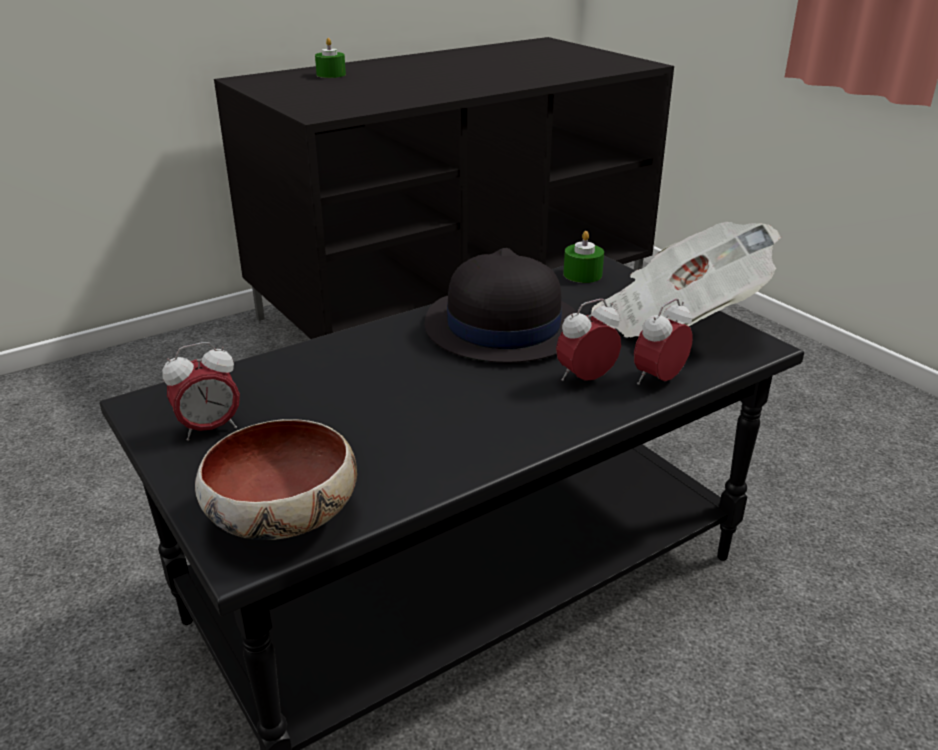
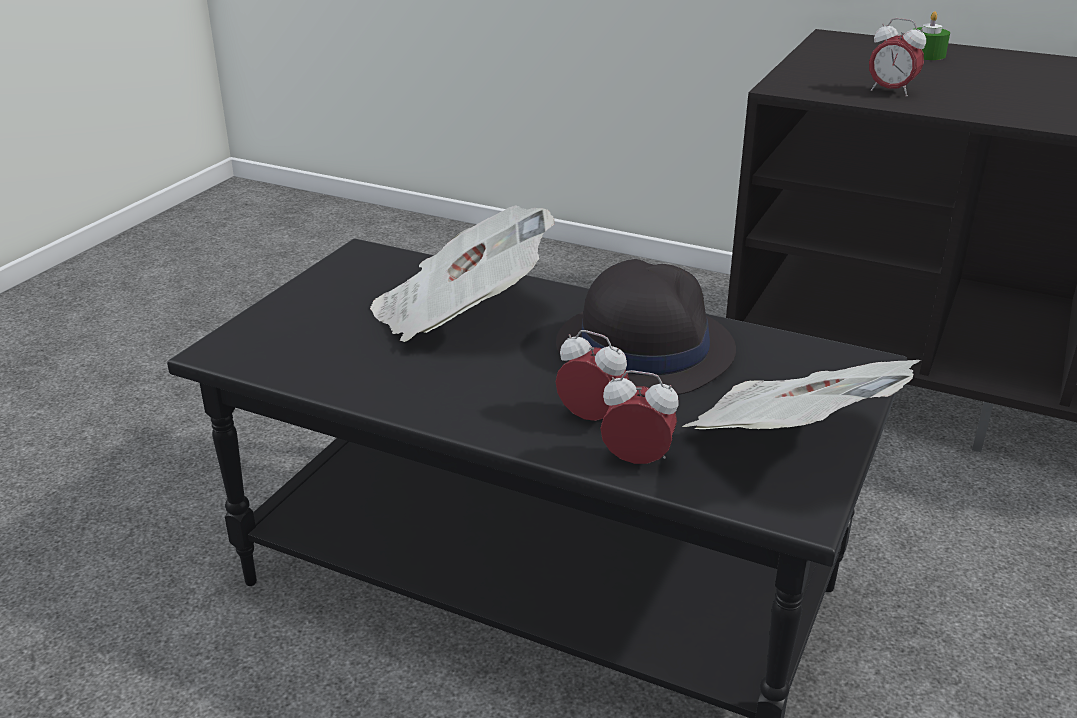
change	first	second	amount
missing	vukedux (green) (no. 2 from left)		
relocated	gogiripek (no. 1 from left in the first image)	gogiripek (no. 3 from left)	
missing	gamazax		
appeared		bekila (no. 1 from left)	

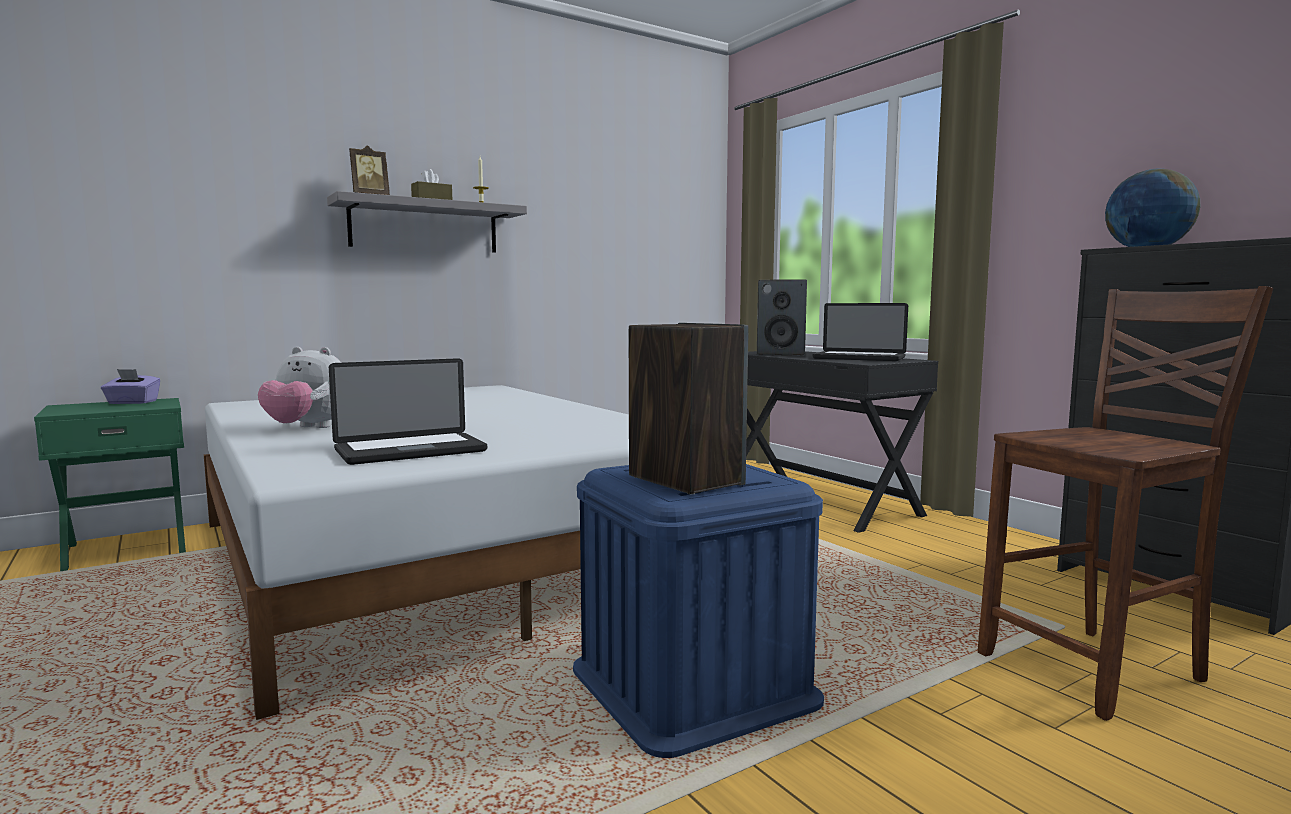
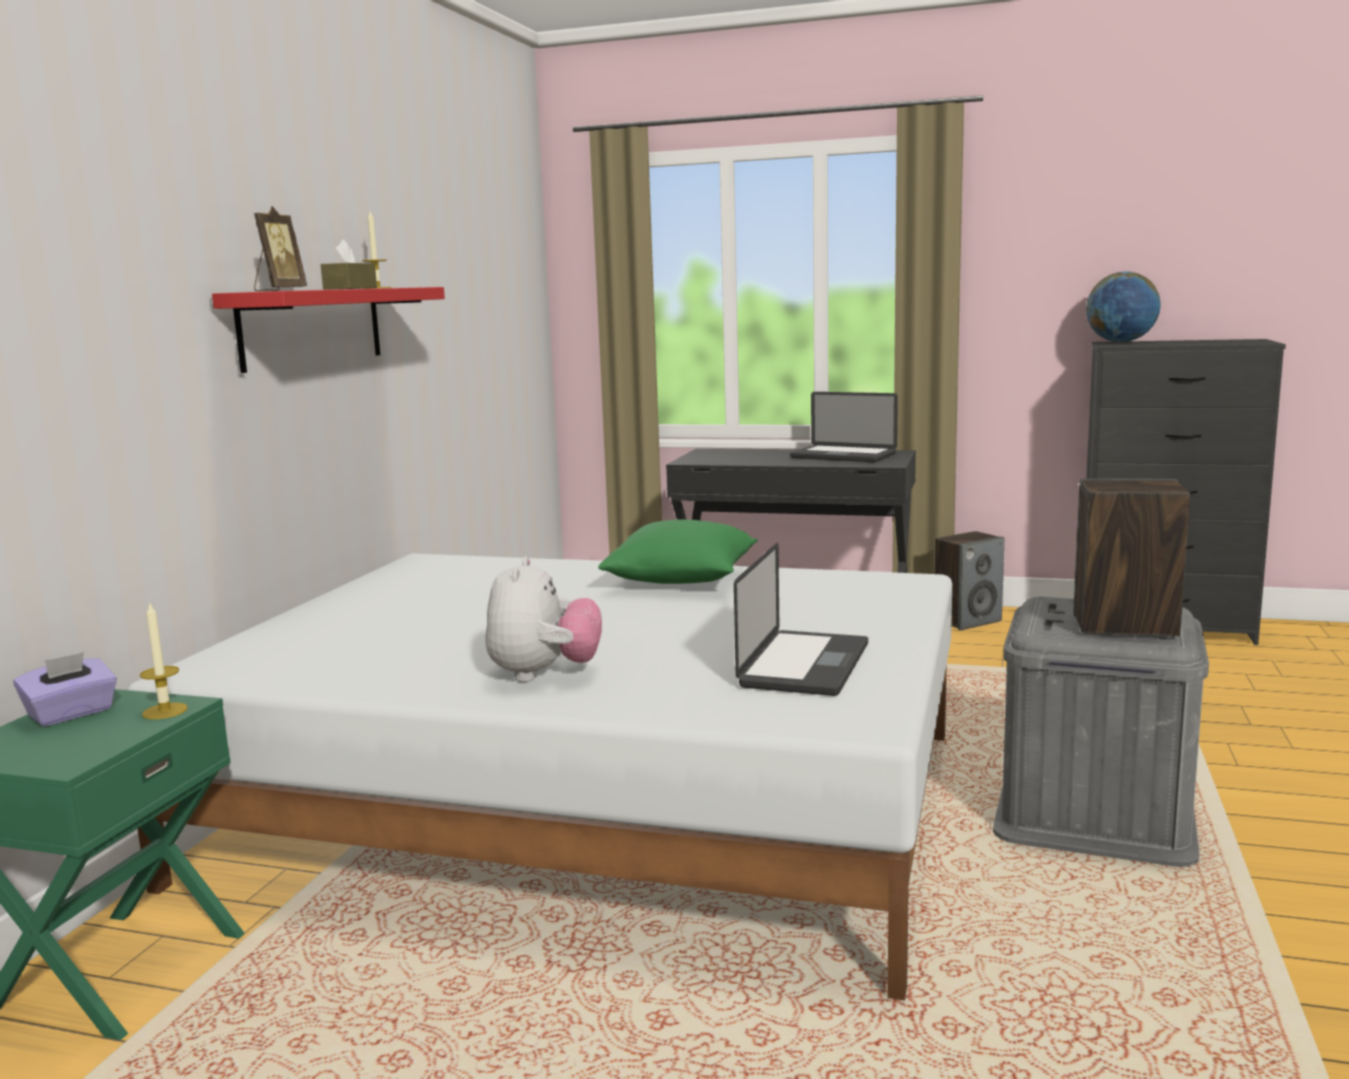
change	first	second	amount
colour	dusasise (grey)	dusasise (red)	
relocated	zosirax (no. 2 from left in the first image)	zosirax (no. 1 from left)	
missing	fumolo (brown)		
spun	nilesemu (no. 2 from left)		45 degrees clockwise
spun	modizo		60 degrees counterclockwise
colour	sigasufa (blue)	sigasufa (grey)	
appeared		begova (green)	
appeared		vukedux (no. 1 from left)	

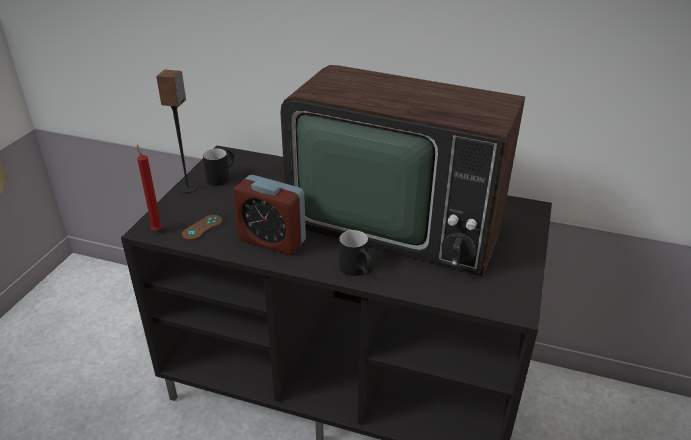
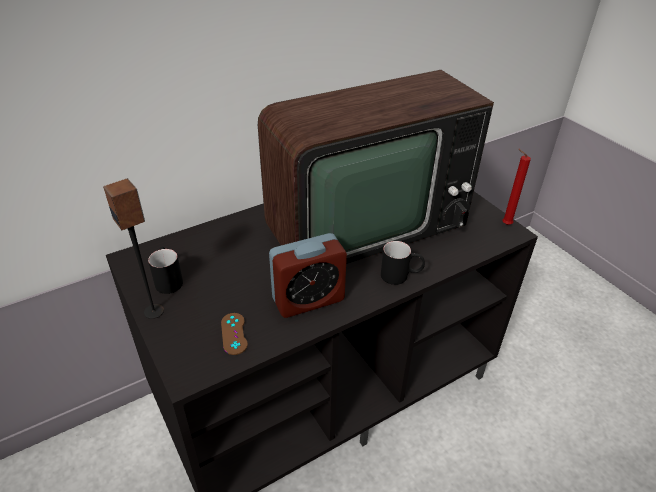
change	first	second	amount
relocated	vukedux (red)		

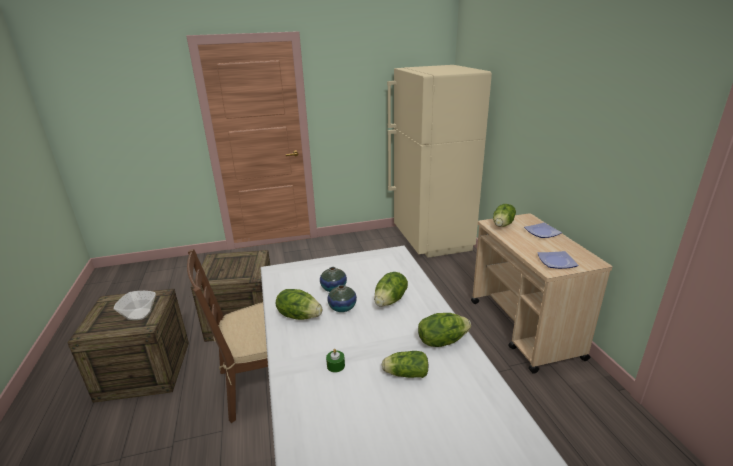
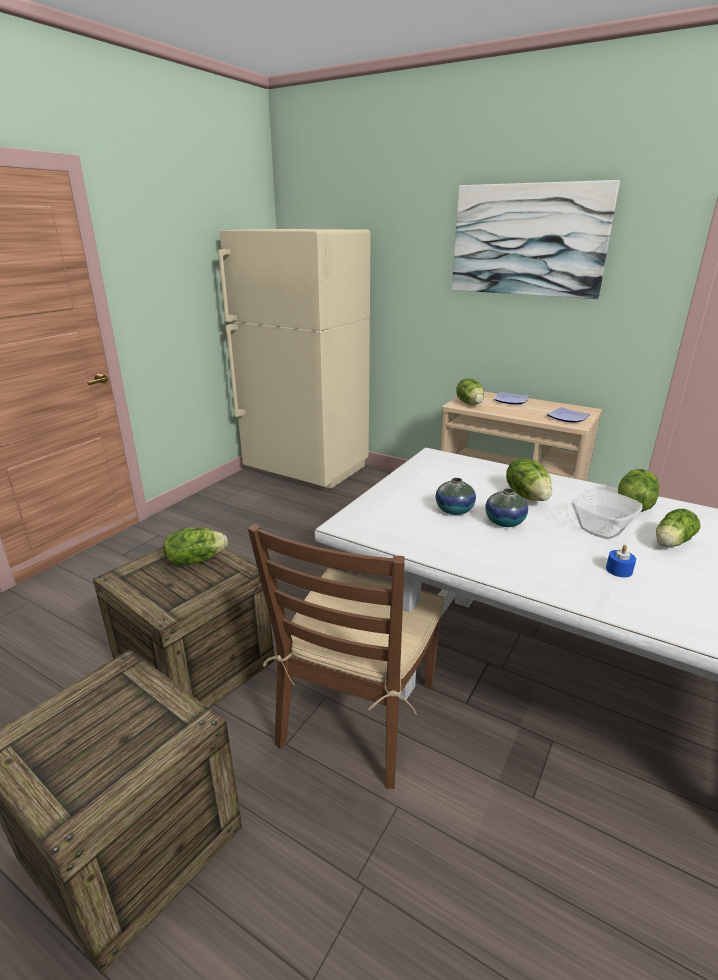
change	first	second	amount
relocated	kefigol (no. 1 from left)		
relocated	gamazax		
colour	vukedux (green)	vukedux (blue)	
appeared		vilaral	

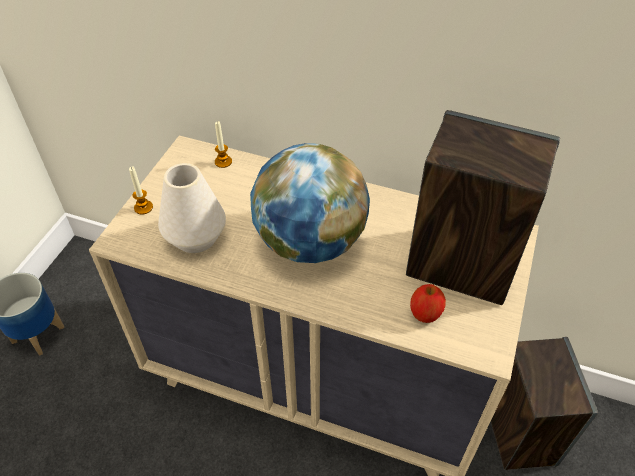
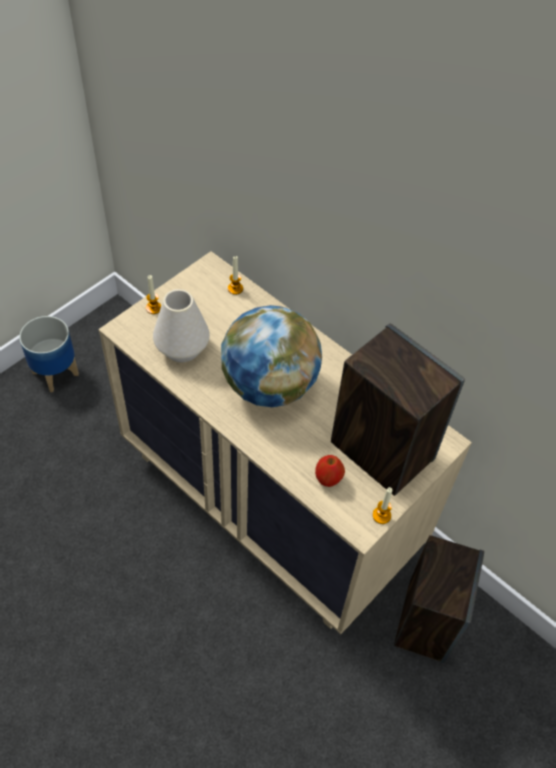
change	first	second	amount
appeared		vukedux (no. 3 from left)	

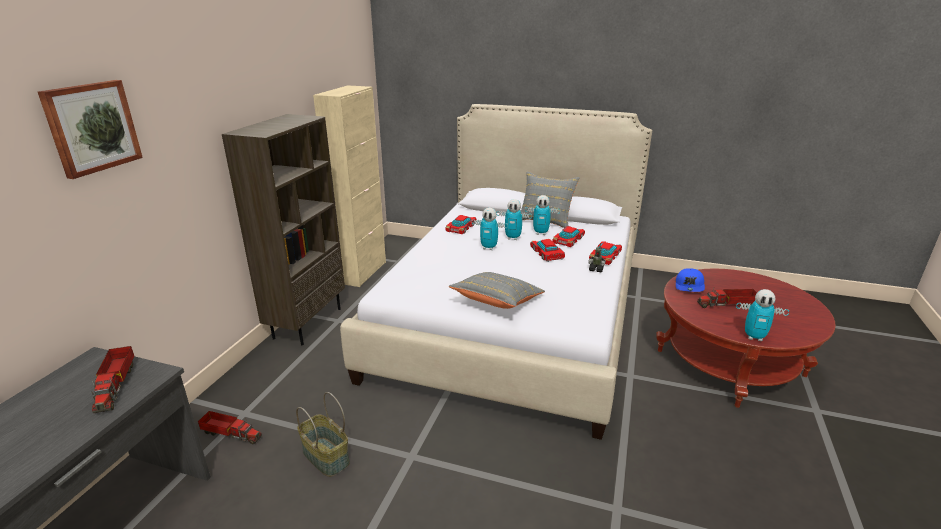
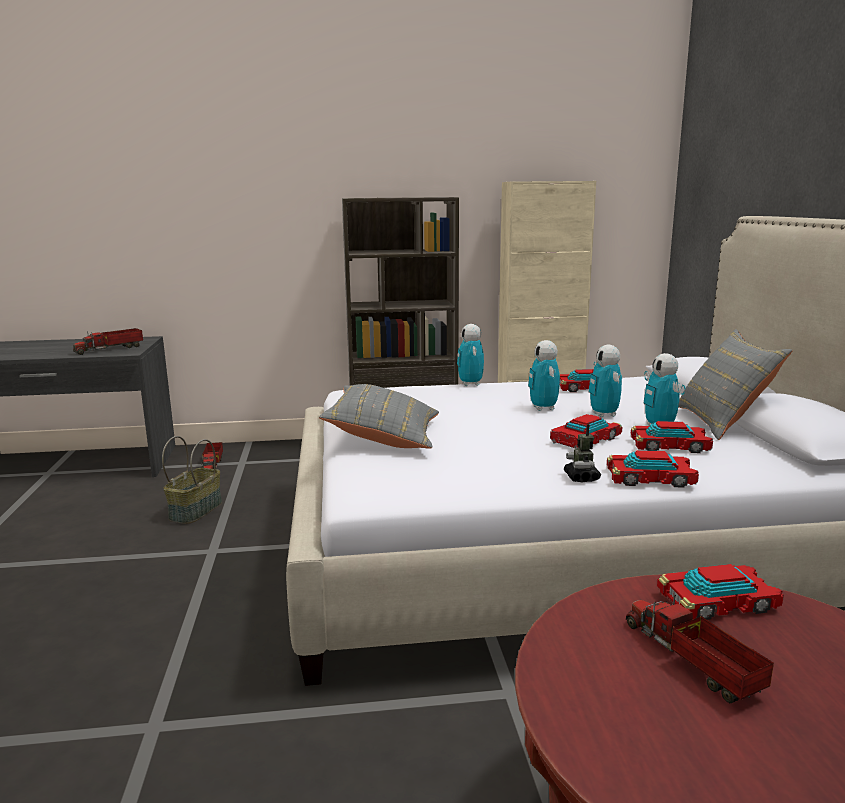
change	first	second	amount
missing	vilaral		
exchanged	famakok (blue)	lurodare (no. 5 from left)	
relocated	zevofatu (no. 5 from left in the first image)	zevofatu (no. 1 from left)	

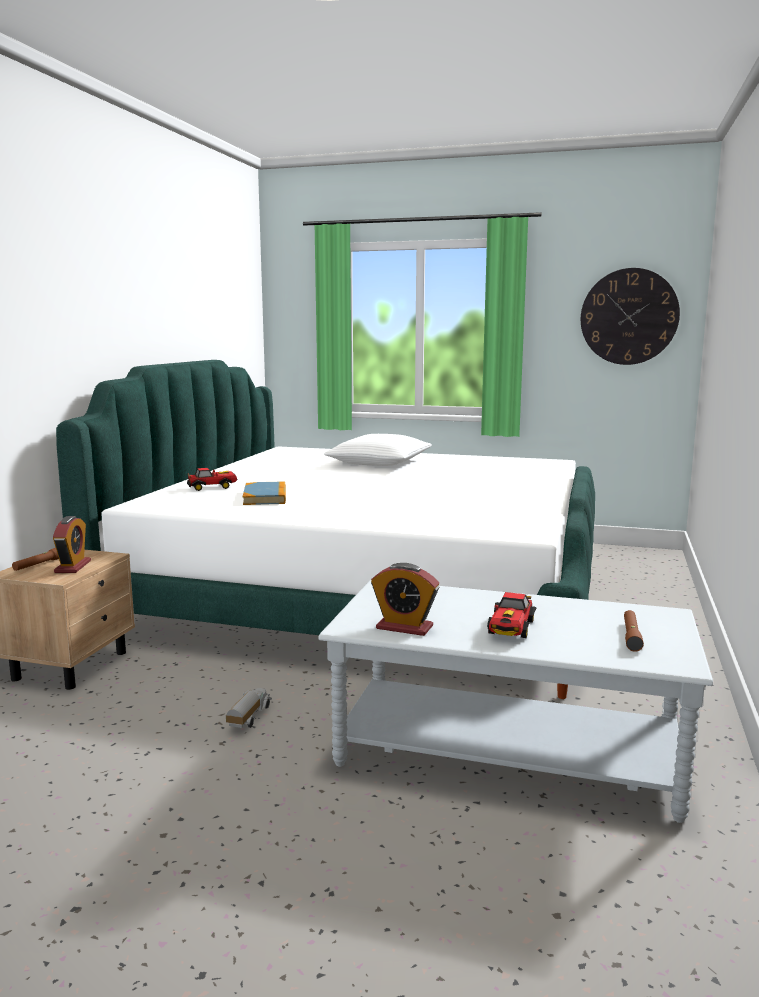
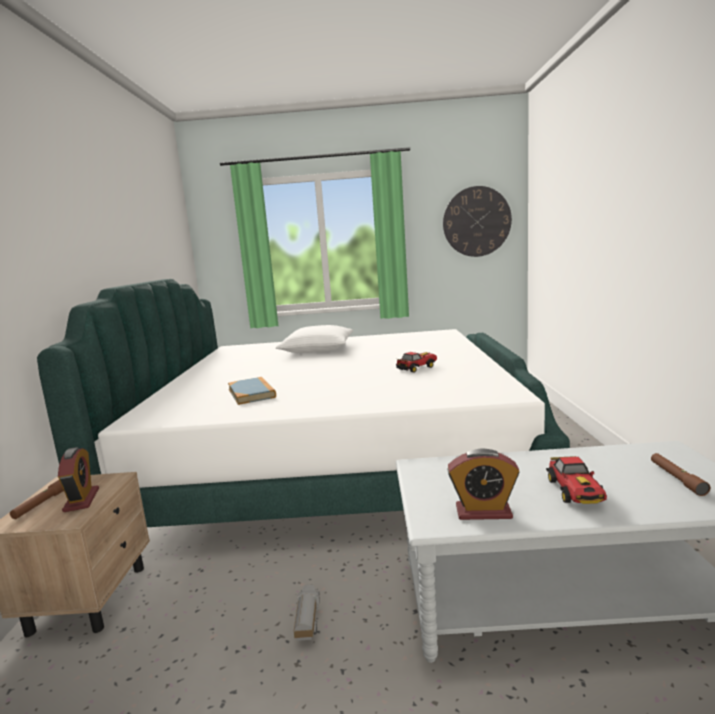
change	first	second	amount
relocated	lurodare (no. 1 from left)		

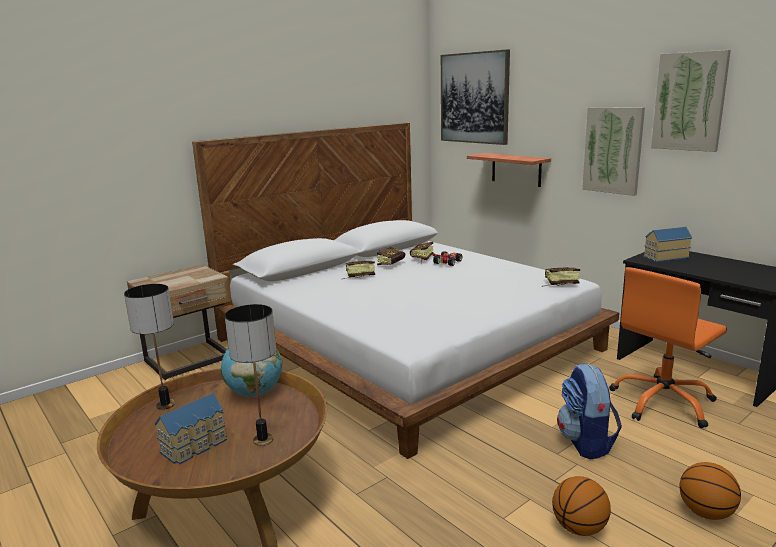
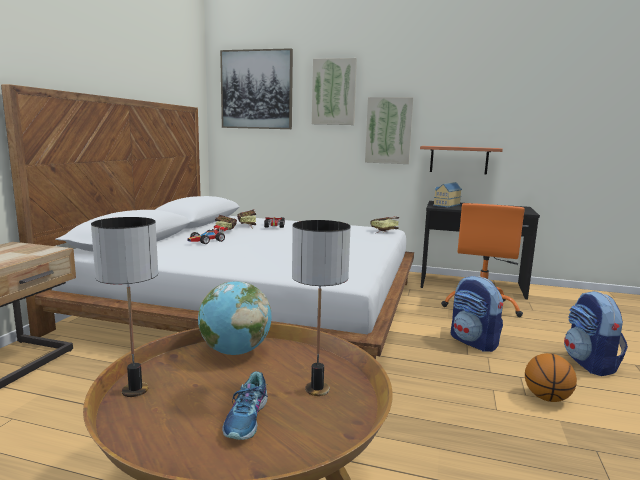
change	first	second	amount
relocated	vilaral (no. 3 from left in the first image)	vilaral (no. 2 from left)	
relocated	dusasise		
exchanged	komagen (no. 1 from left)	lurodare (no. 1 from left)	
exchanged	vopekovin (no. 1 from left)	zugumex	
exchanged	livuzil (no. 2 from left)	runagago (no. 2 from left)	

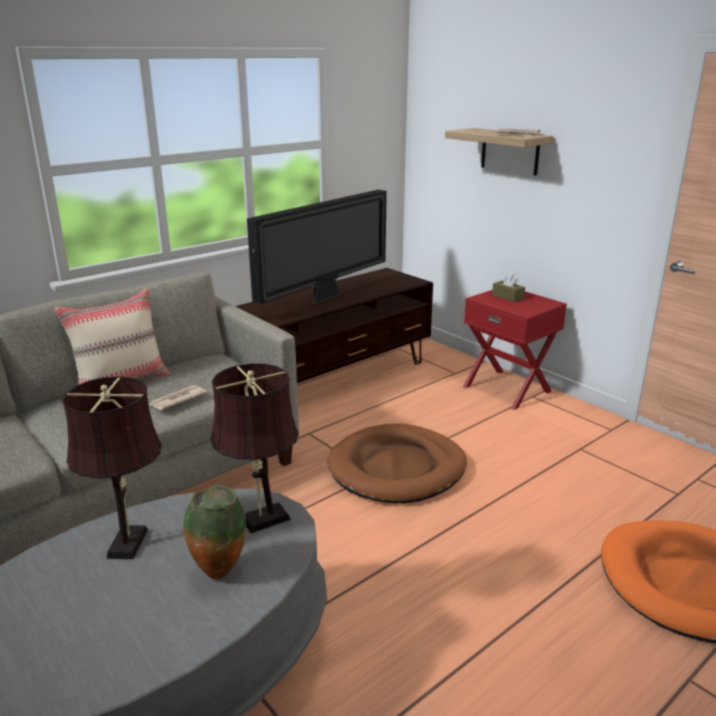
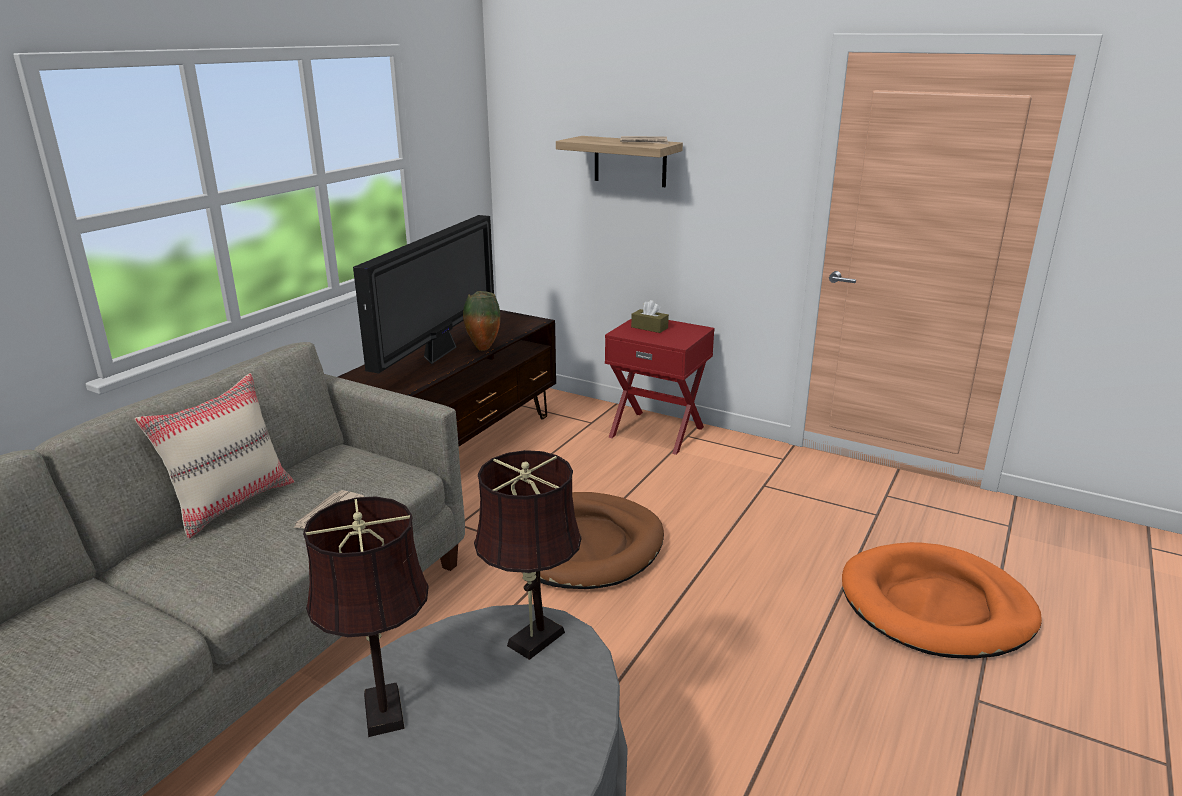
change	first	second	amount
relocated	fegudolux		

